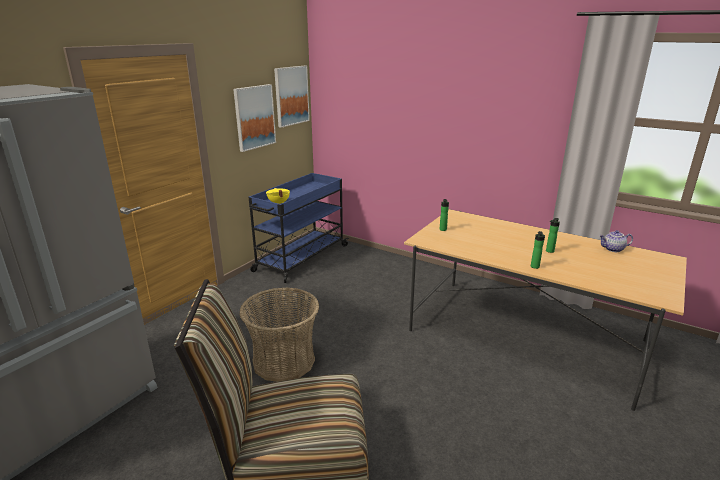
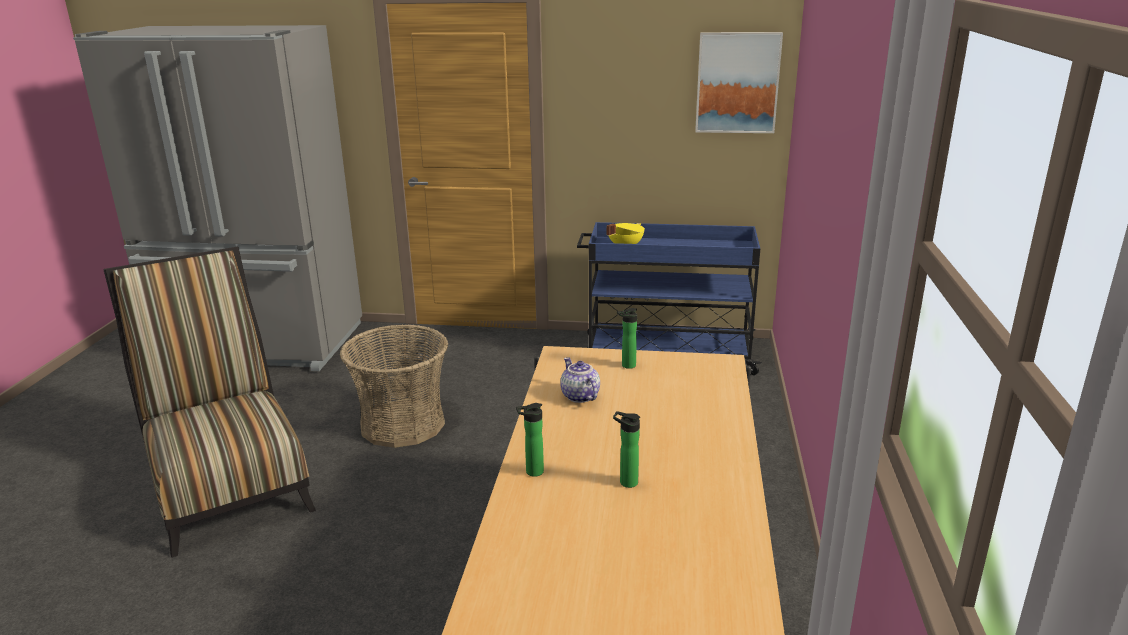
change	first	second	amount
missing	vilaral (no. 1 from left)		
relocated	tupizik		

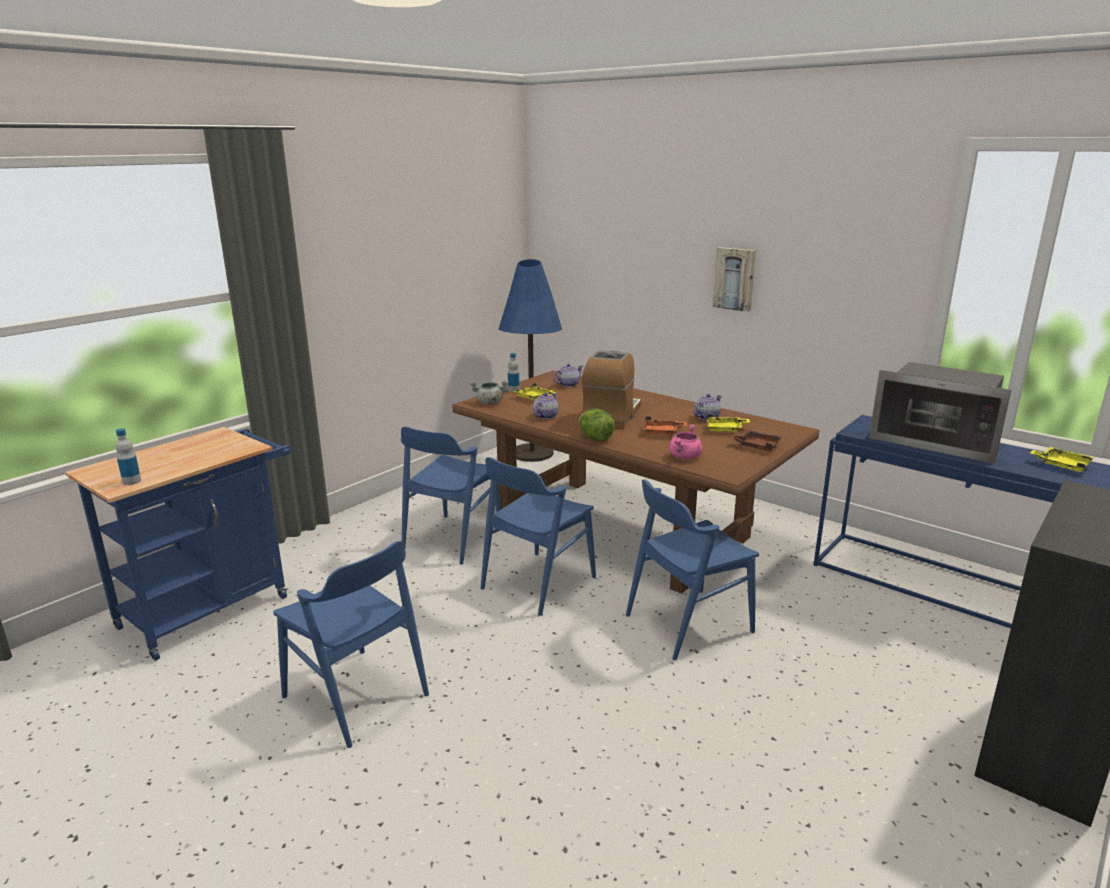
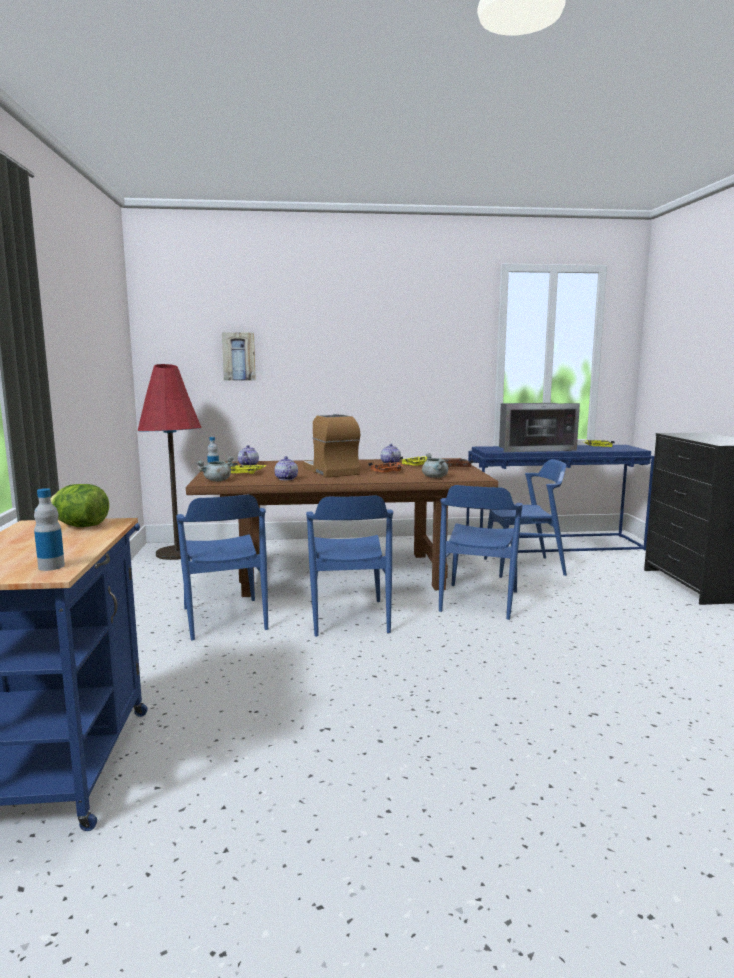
change	first	second	amount
relocated	vilaral		
colour	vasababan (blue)	vasababan (red)	
relocated	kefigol		
colour	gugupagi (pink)	gugupagi (grey) (no. 2 from left)	
relocated	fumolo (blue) (no. 1 from left in the first image)	fumolo (blue) (no. 4 from left)	

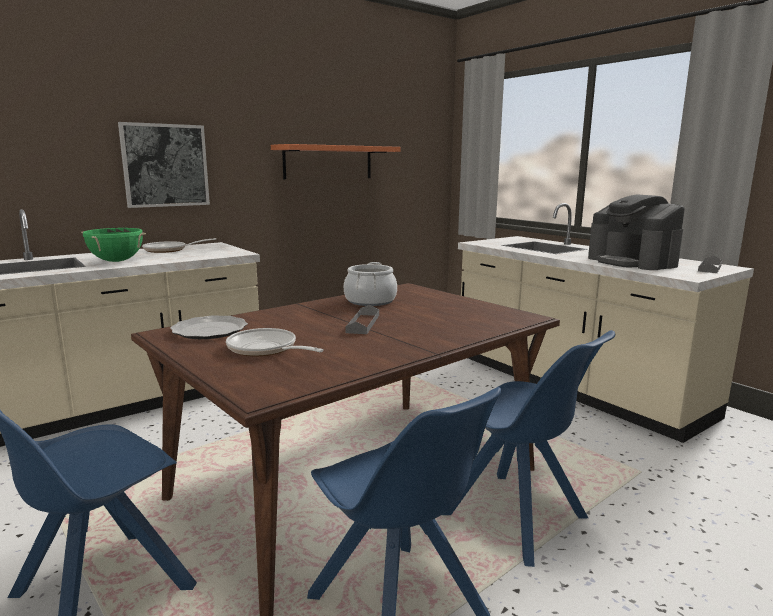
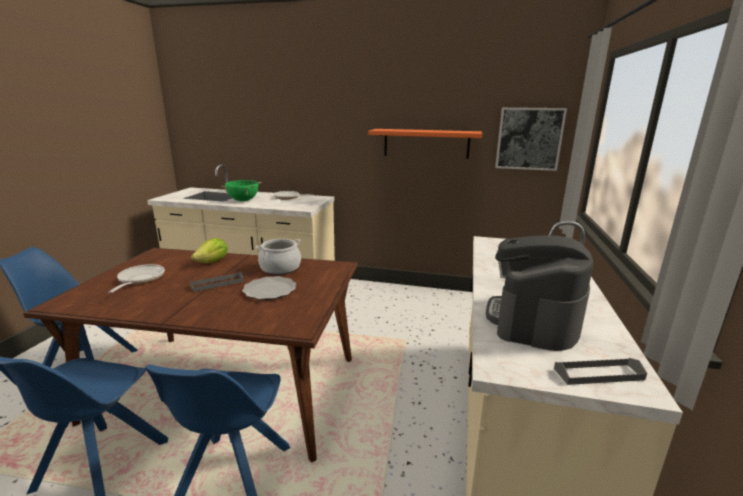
change	first	second	amount
relocated	vilaral		
relocated	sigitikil		
appeared		kefigol	

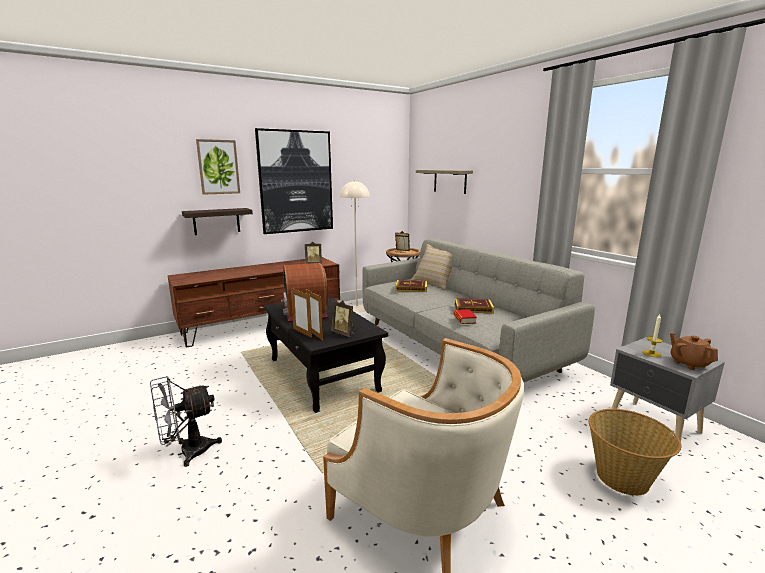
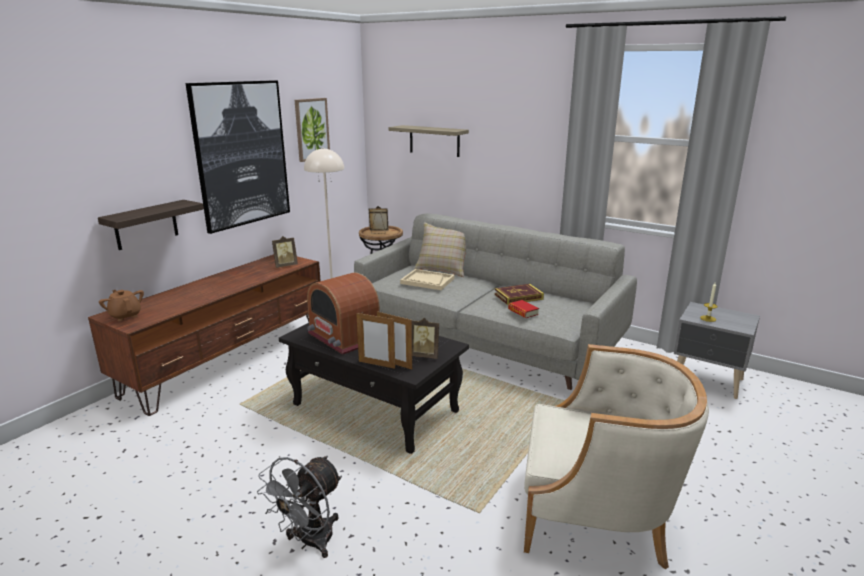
change	first	second	amount
relocated	vilaral (no. 1 from left in the first image)	vilaral (no. 2 from left)	
exchanged	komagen (no. 1 from left)	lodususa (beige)	
relocated	tupizik (brown)		
missing	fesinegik		

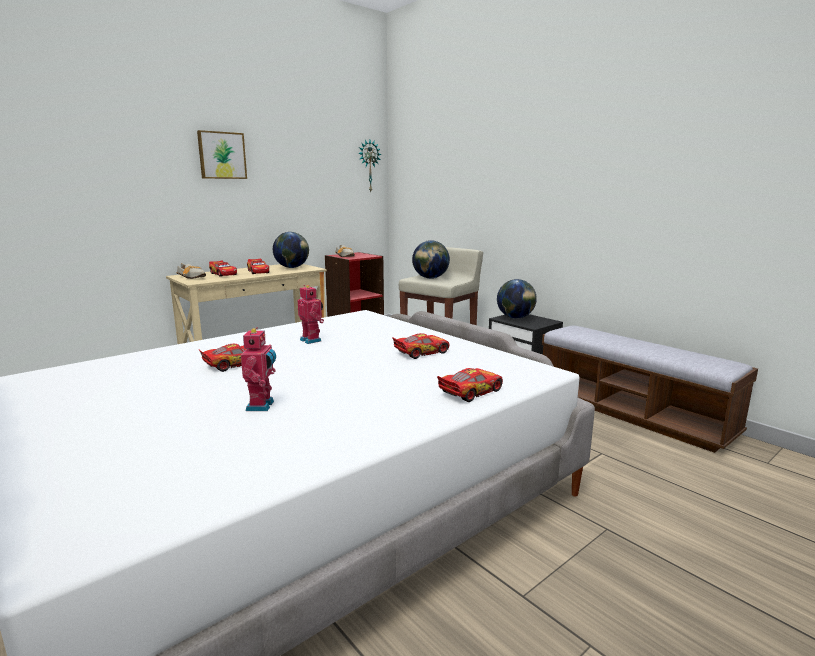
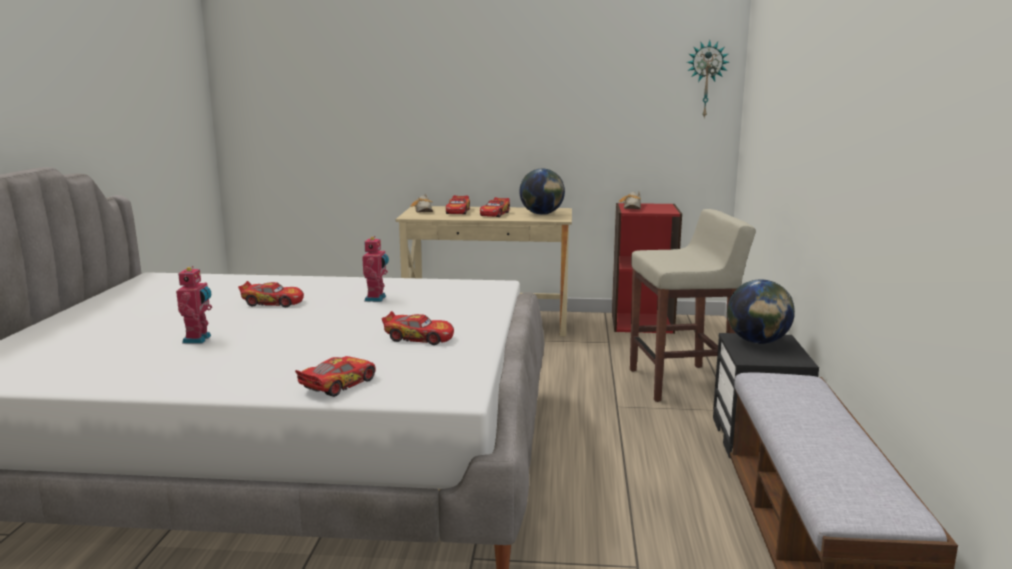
change	first	second	amount
missing	vilaral		
missing	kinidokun (no. 2 from left)		
spun	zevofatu (no. 1 from left)		45 degrees counterclockwise
spun	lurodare (no. 5 from left in the first image)	lurodare (no. 2 from left)	60 degrees counterclockwise

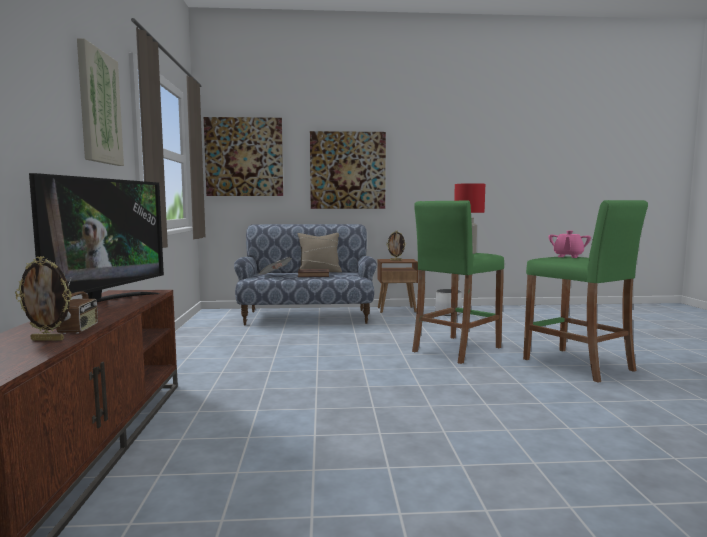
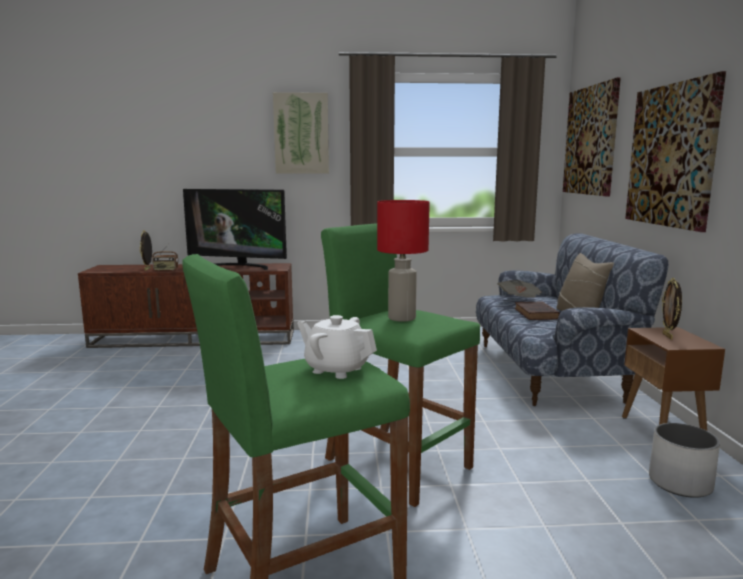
change	first	second	amount
colour	tupizik (pink)	tupizik (white)	

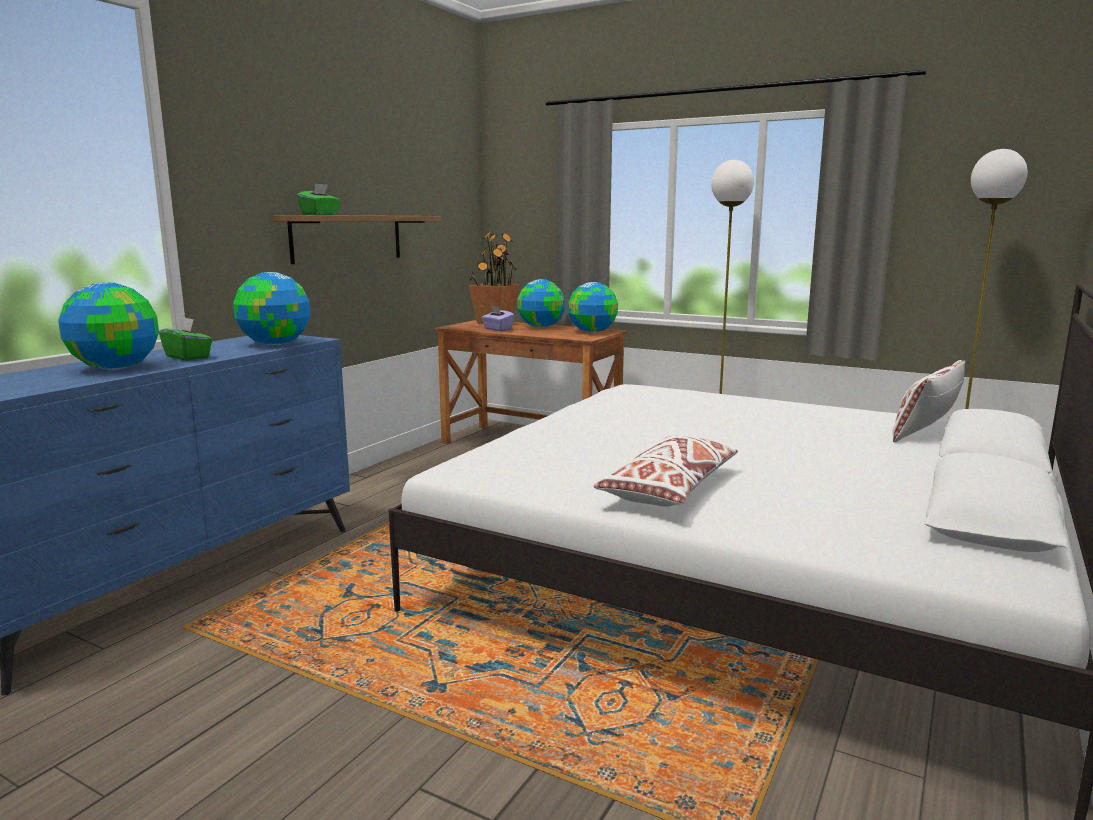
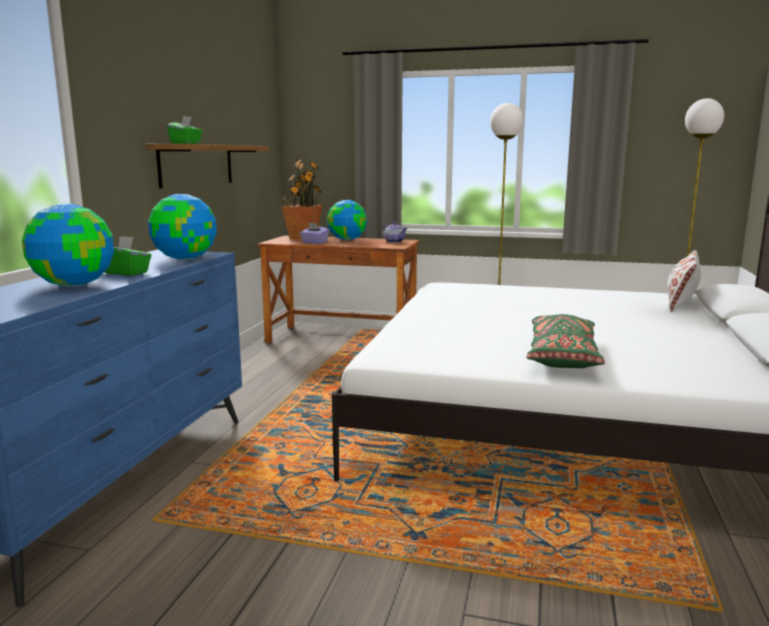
change	first	second	amount
exchanged	kinidokun (no. 4 from left)	tupizik	
colour	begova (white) (no. 1 from left)	begova (green)	

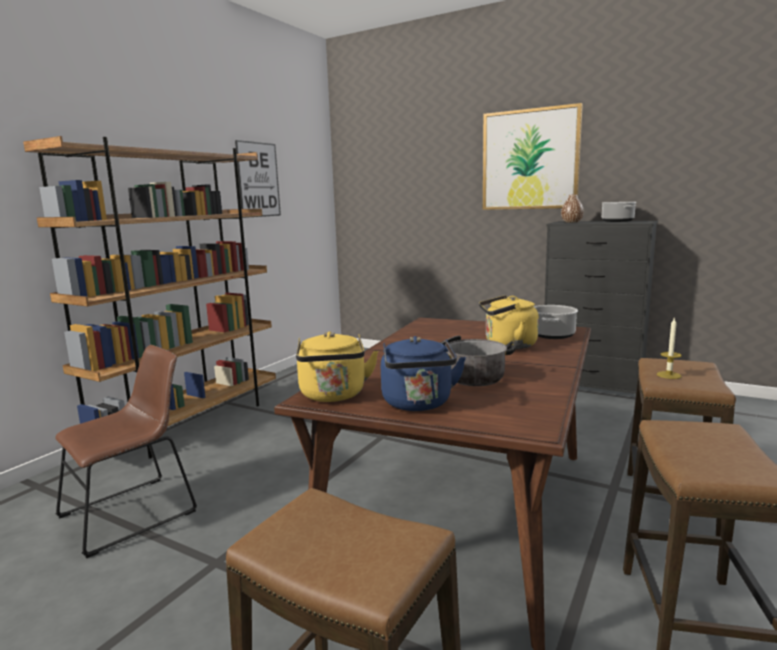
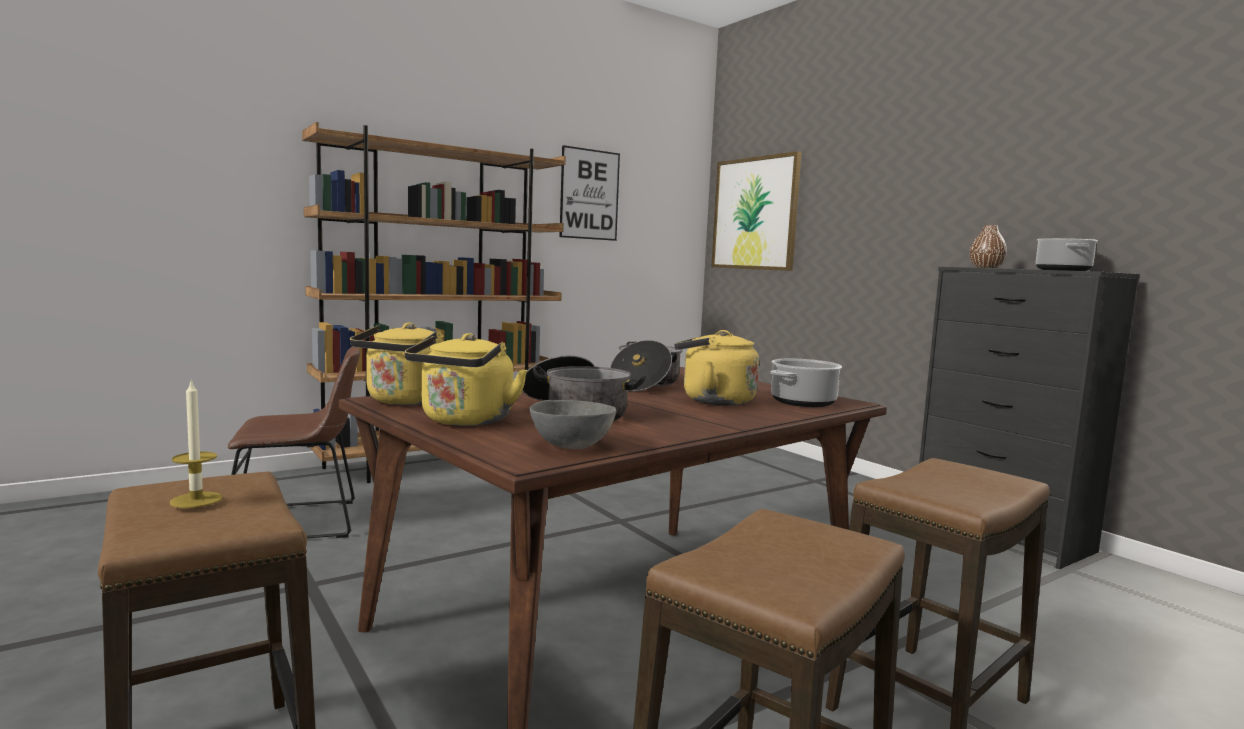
change	first	second	amount
relocated	vilaral (no. 2 from left)		
relocated	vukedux		
colour	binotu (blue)	binotu (yellow) (no. 2 from left)	
appeared		gugupagi (no. 2 from left)	
appeared		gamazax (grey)	

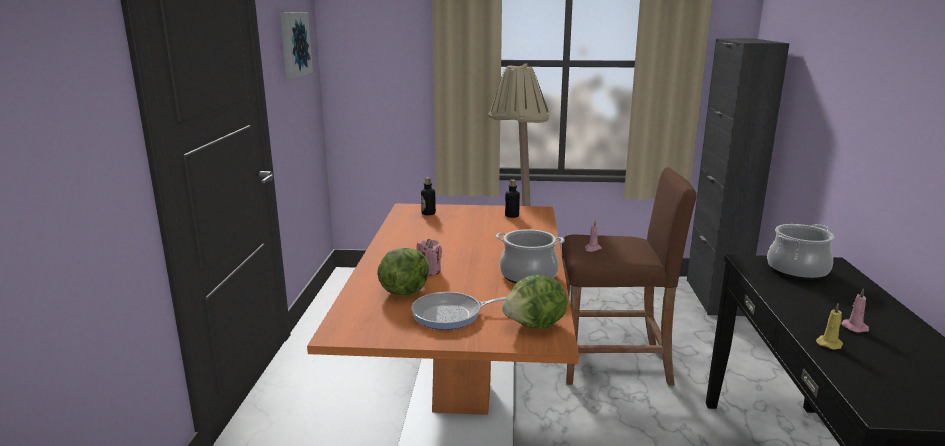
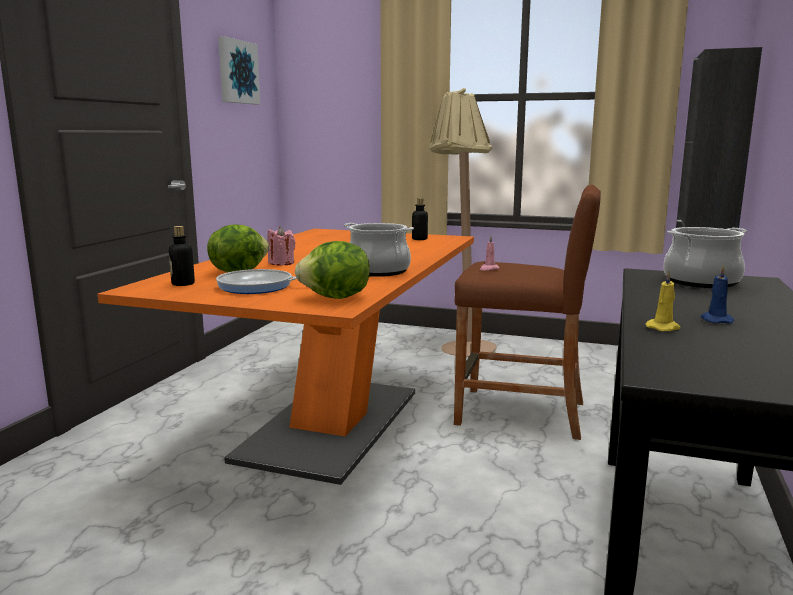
change	first	second	amount
relocated	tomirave (no. 1 from left)		
colour	vukedux (pink) (no. 3 from left)	vukedux (blue)	

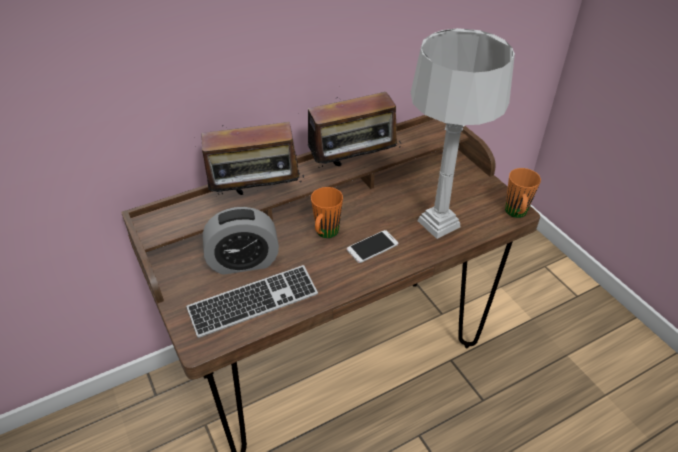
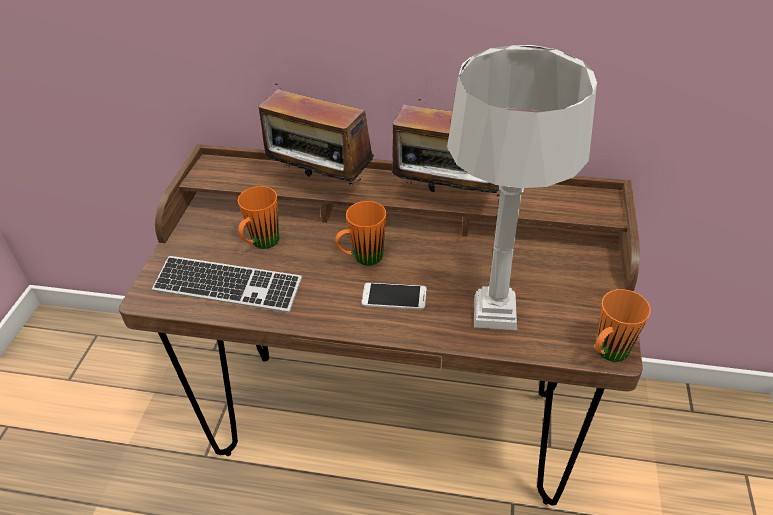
change	first	second	amount
exchanged	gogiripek	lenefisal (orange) (no. 1 from left)	

